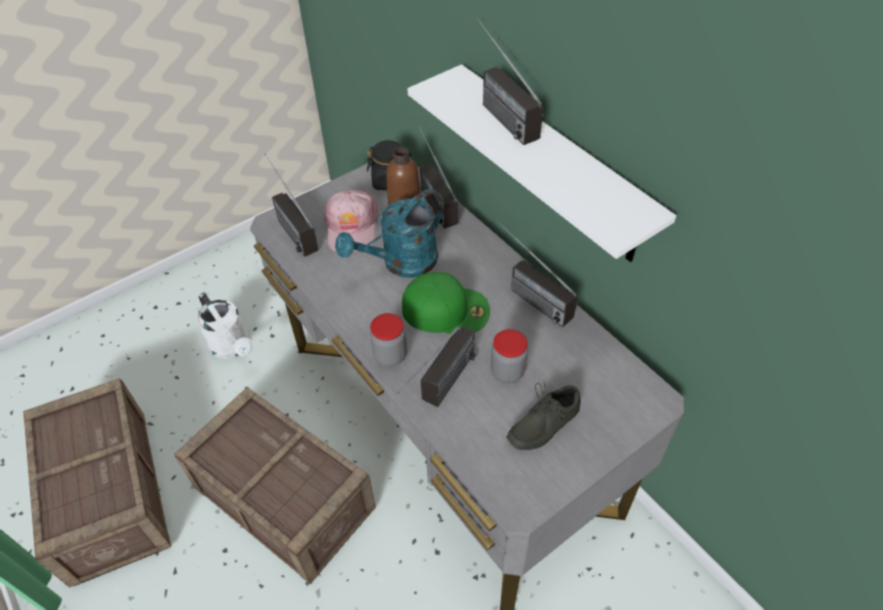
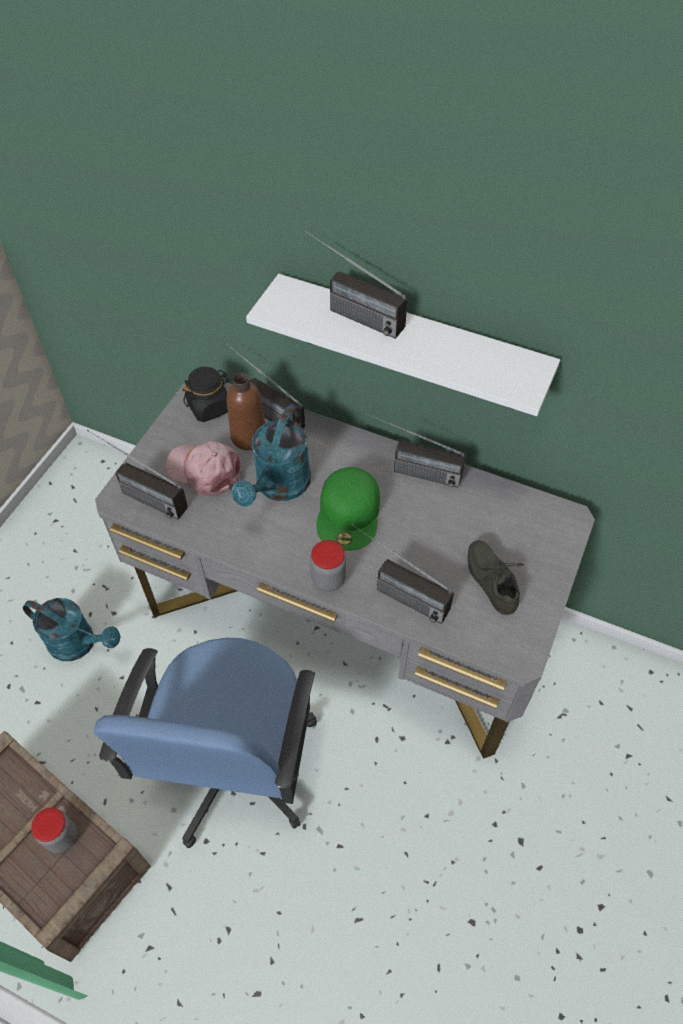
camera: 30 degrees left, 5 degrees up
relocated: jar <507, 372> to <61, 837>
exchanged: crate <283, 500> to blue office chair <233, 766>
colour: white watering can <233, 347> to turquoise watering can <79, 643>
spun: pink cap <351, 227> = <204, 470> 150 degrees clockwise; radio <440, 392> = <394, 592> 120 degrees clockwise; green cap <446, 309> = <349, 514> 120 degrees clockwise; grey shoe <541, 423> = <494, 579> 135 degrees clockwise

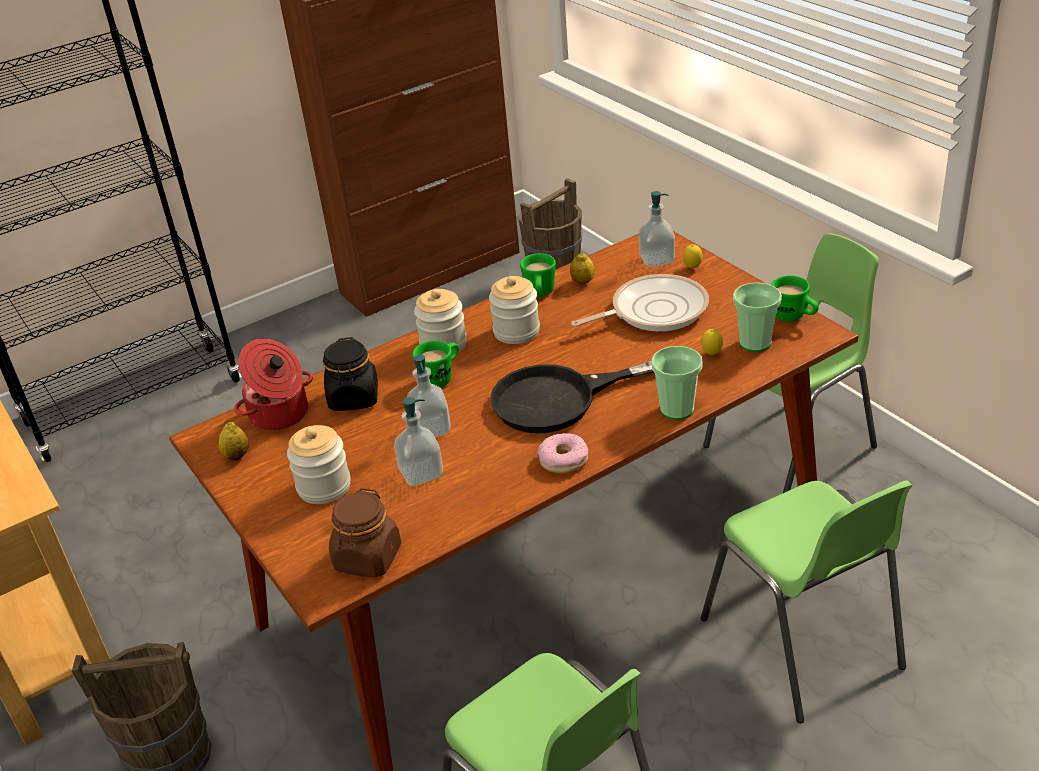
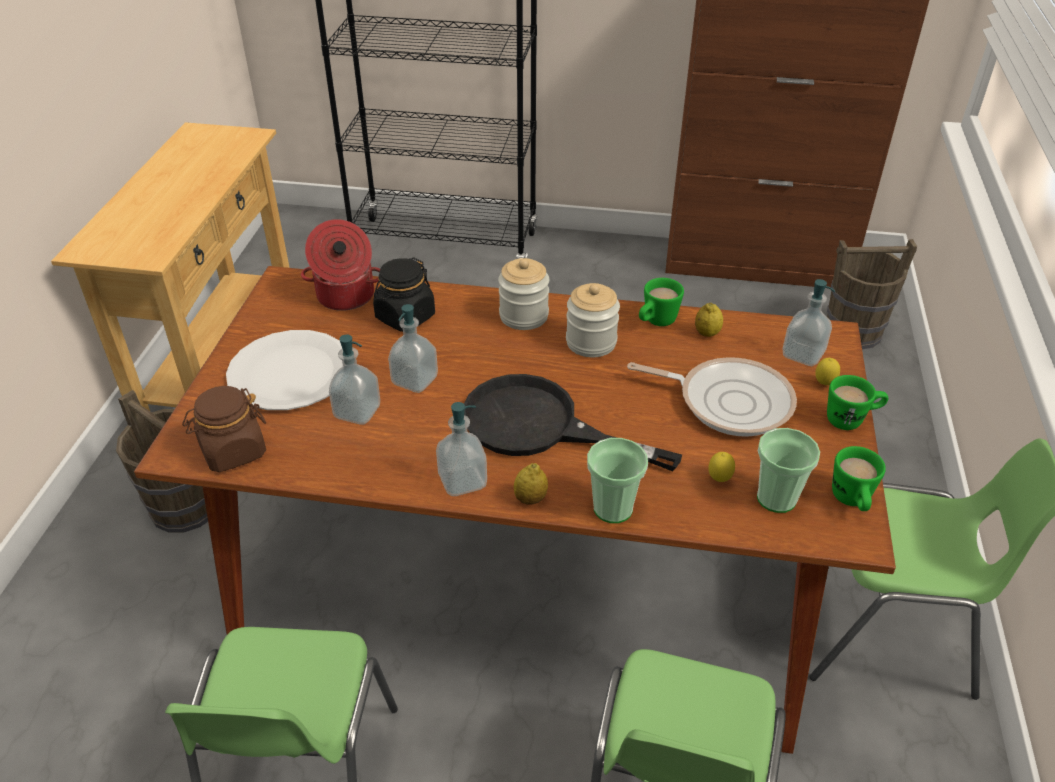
camera: 40 degrees right, 5 degrees up
relocated: lemon <237, 456> to <530, 499>; green mug <441, 378> to <851, 420>
exchanged: jar <324, 487> to white plate <289, 373>; donut <563, 460> to soap dispenser <462, 481>

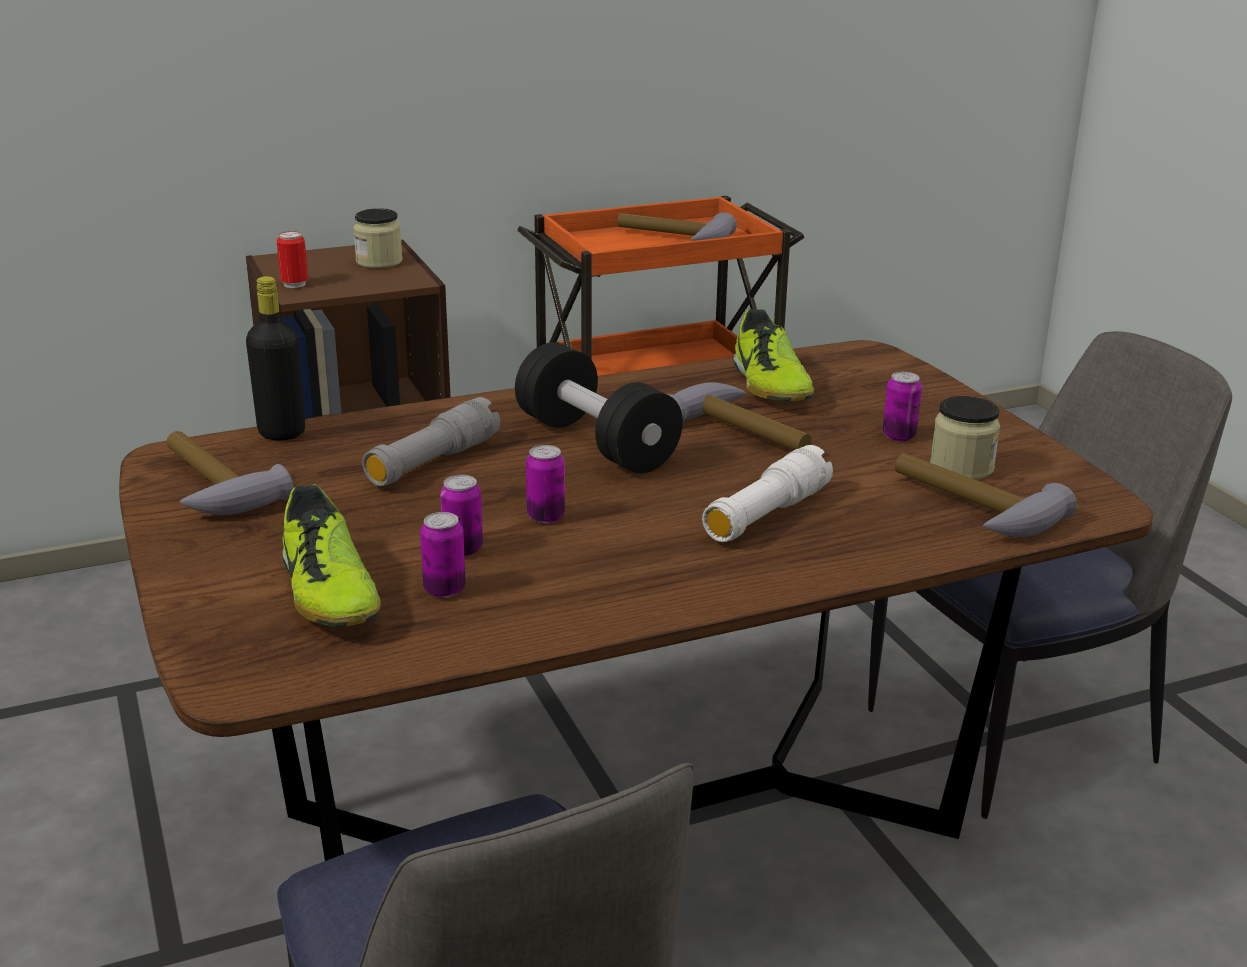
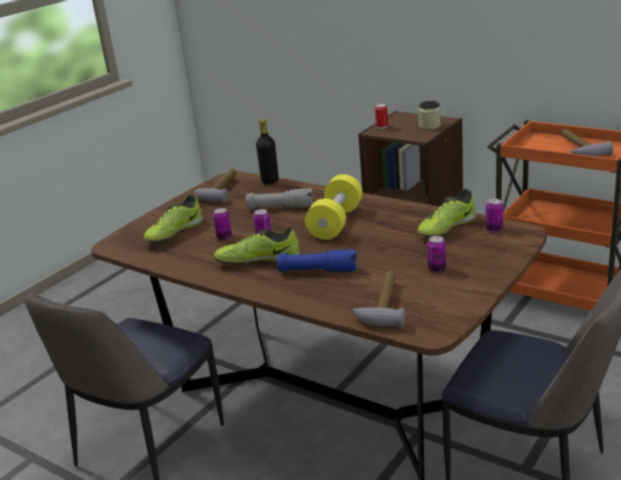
camera: 60 degrees right, 0 degrees up
missing: hammer <745, 432>; jar <961, 467>
appeared: shoe <258, 260>
relocated: can <444, 590> to <494, 229>
colour: black dumbbell <596, 443> to yellow dumbbell <336, 222>; white flashlight <766, 515> to blue flashlight <317, 271>

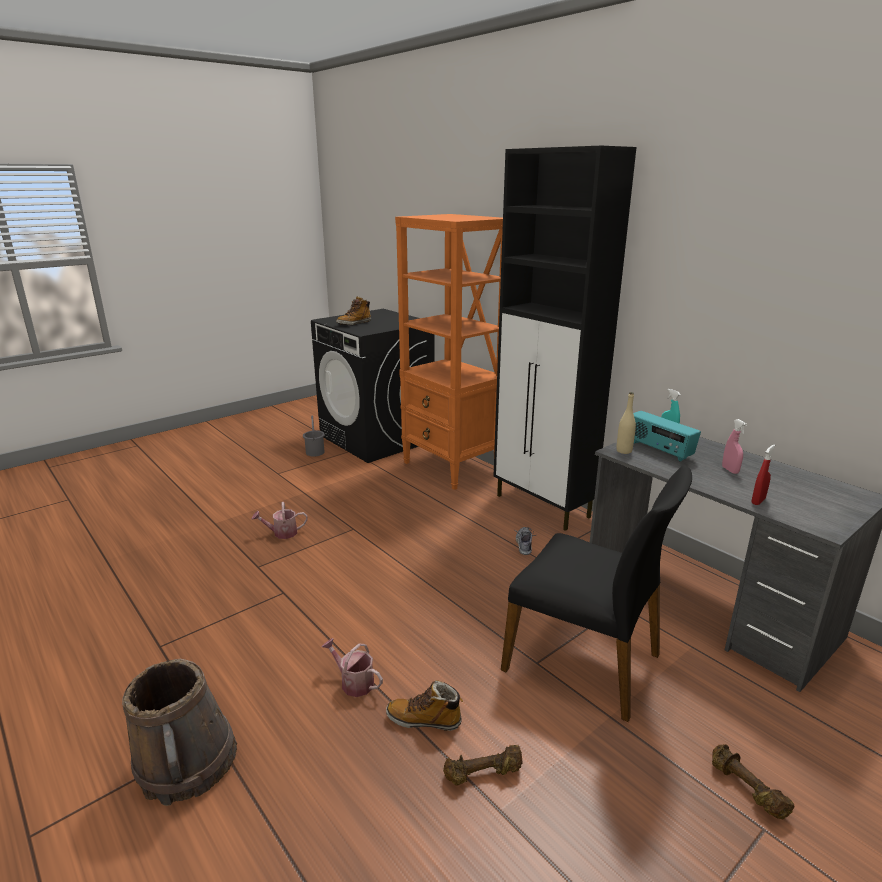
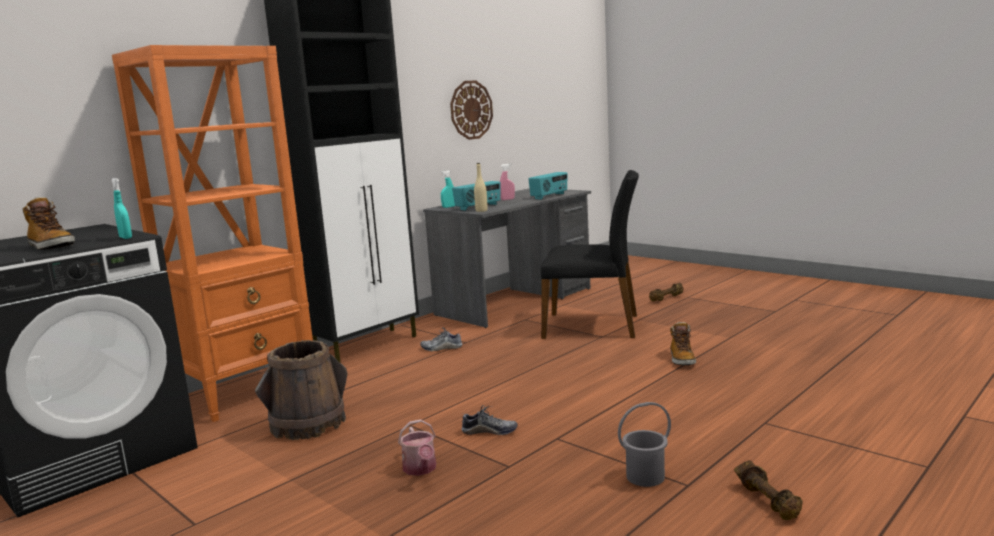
camera: 95 degrees left, 10 degrees down
missing: watering can <353, 682>
appeared: turquoise spray bottle <125, 238>; wall clock <471, 110>; shoe <489, 431>
relocated: brown bucket <186, 762> to <307, 424>; grey bucket <314, 452> to <646, 477>; brown dumbbell <483, 774> to <768, 501>
exchanged: red spray bottle <758, 501> to radio <549, 196>
spun: black chair <584, 661> = <592, 326> 75 degrees clockwise

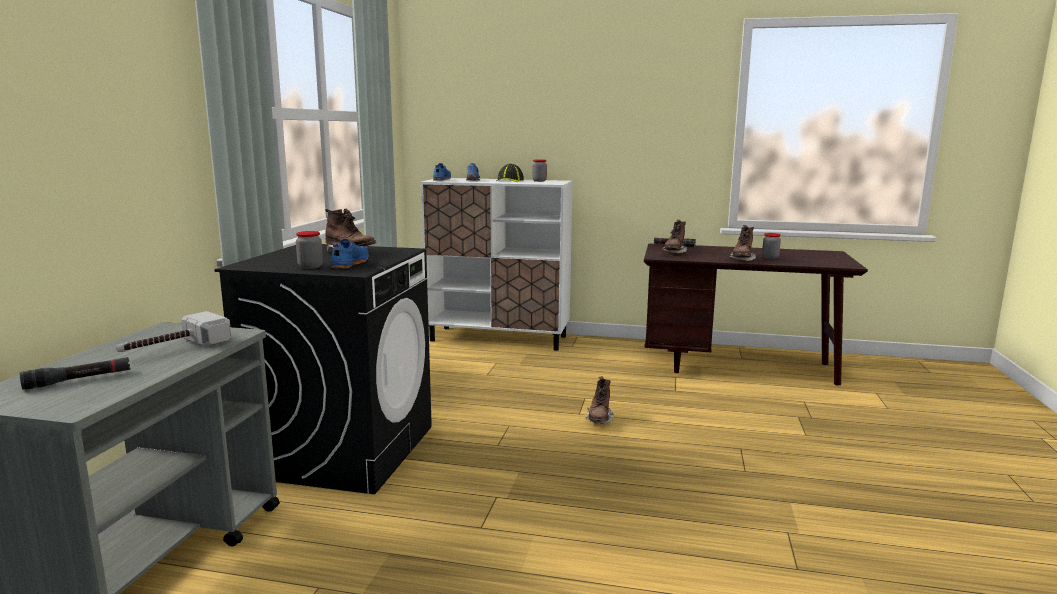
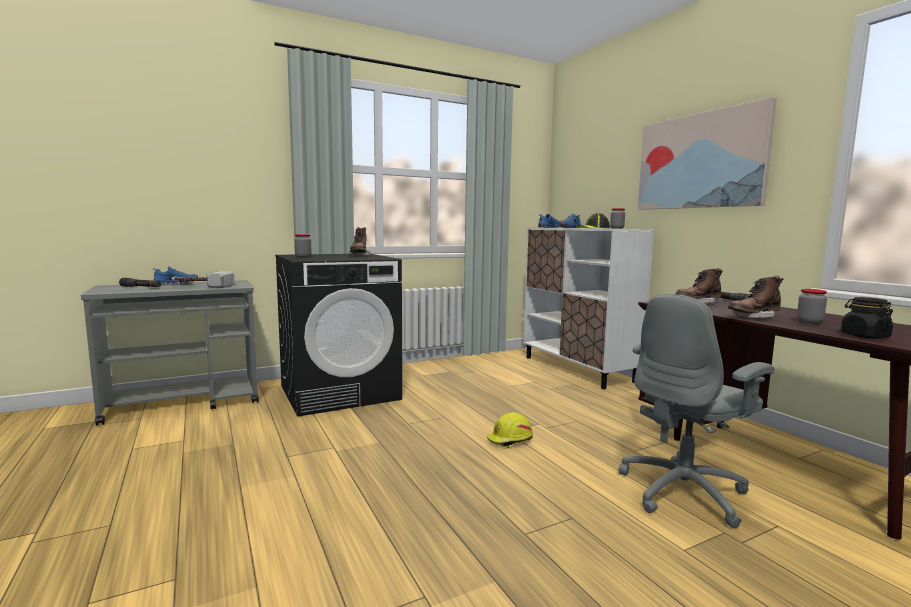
camera: 50 degrees right, 5 degrees down
appeared: grey office chair <684, 492>; picture <700, 161>; black jar <864, 336>
relocated: blue shoe <349, 264> to <176, 284>
exchanged: brown boot <599, 419> to yellow hard hat <510, 440>

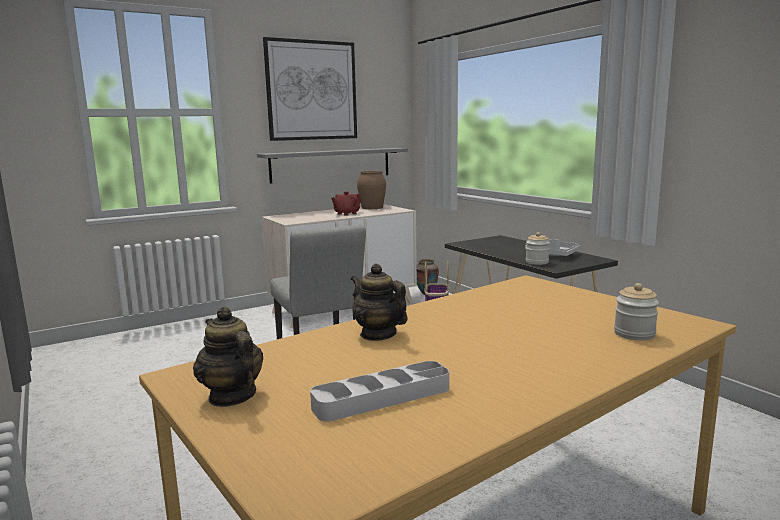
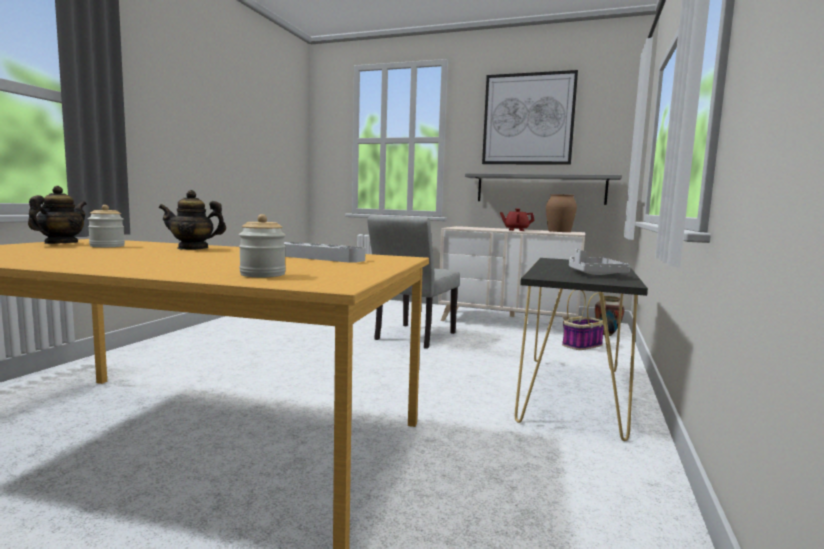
camera: 50 degrees right, 5 degrees down
relocated: grey tray <382, 397> to <319, 258>; jar <537, 262> to <107, 246>
spun: teapot <378, 334> = <193, 248> 105 degrees counterclockwise

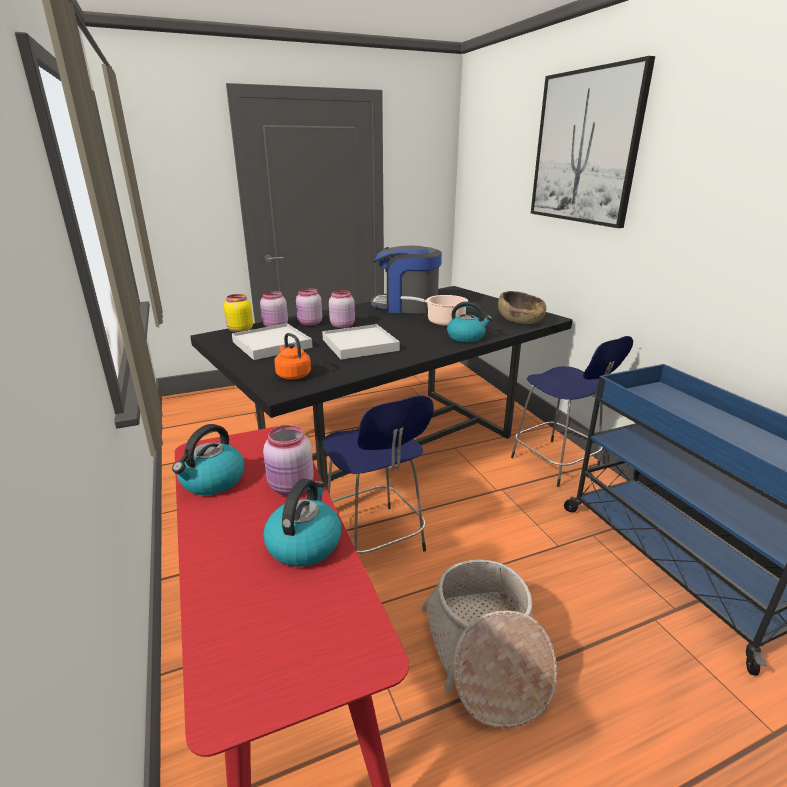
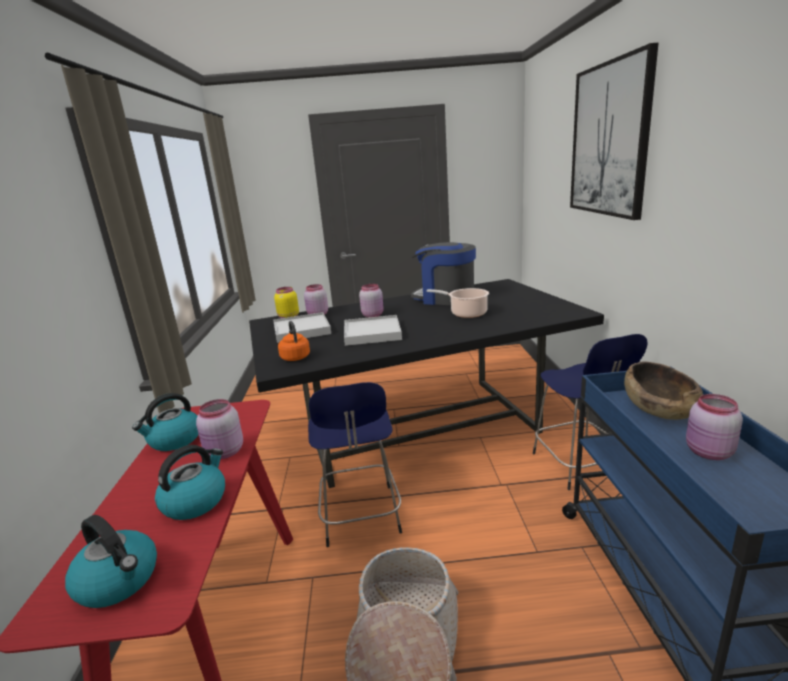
camera: 20 degrees right, 5 degrees down
relocated: pink jar <309, 323> to <708, 452>; kettle <466, 337> to <119, 581>; brown bowl <520, 320> to <659, 408>

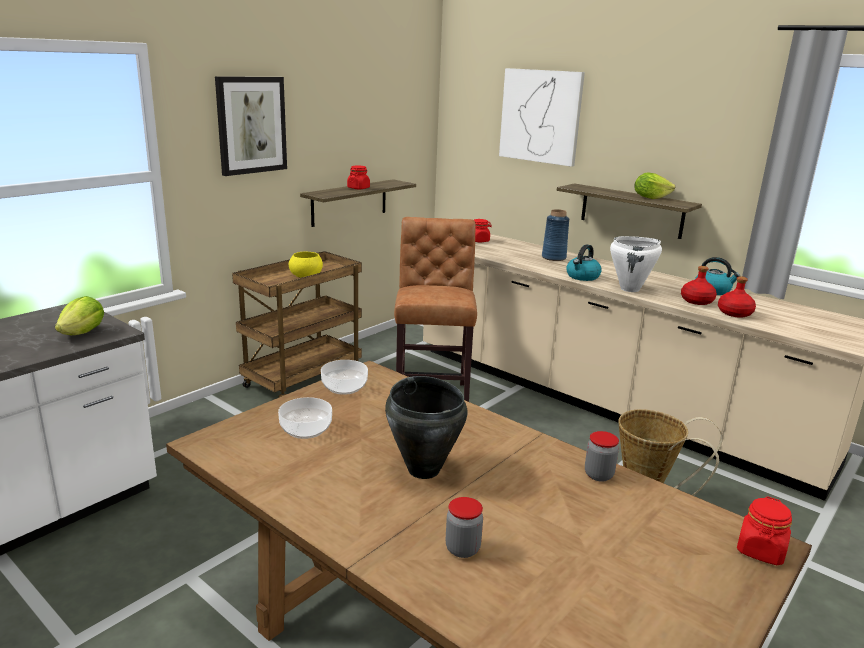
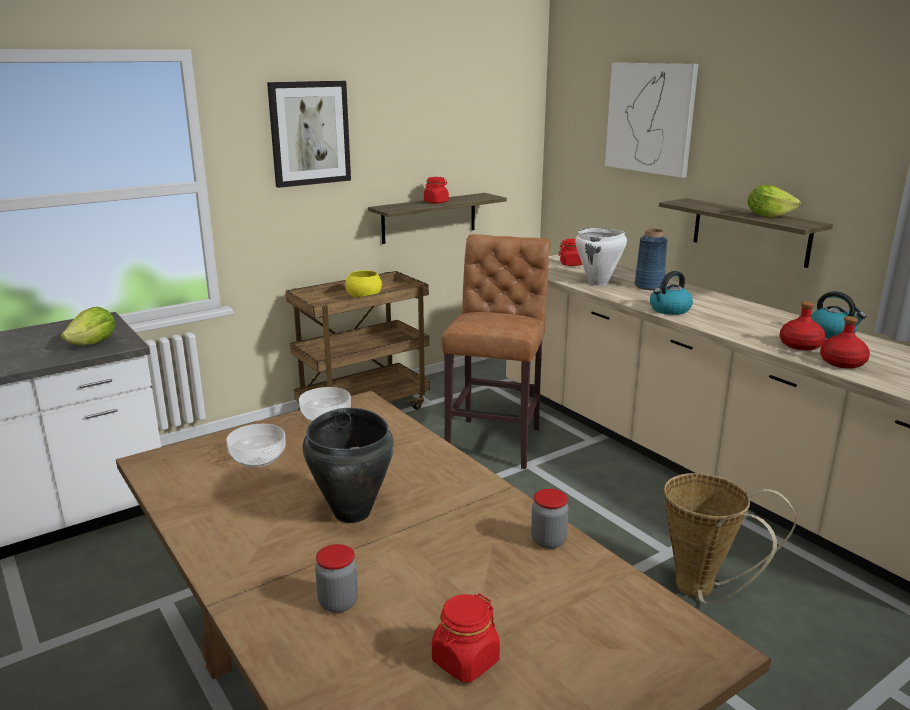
camera: 15 degrees right, 0 degrees up
relocated: white cooking pot <630, 289> to <598, 283>; red jar <760, 550> to <465, 661>

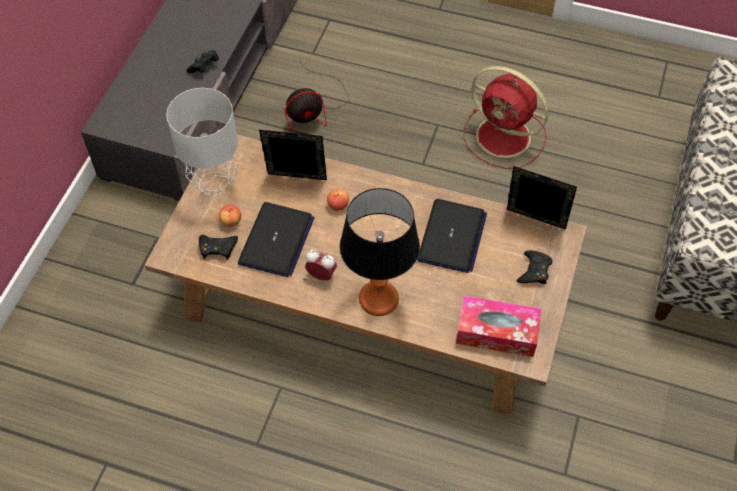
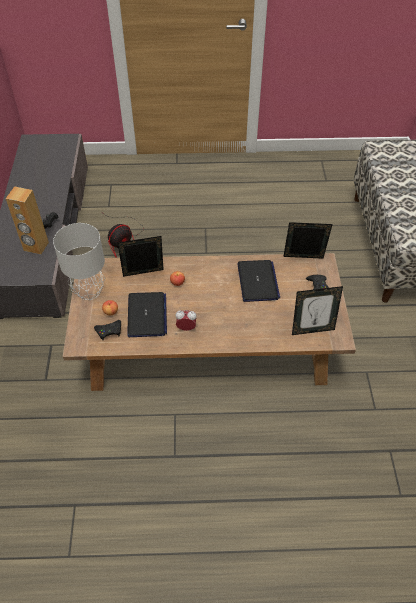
camera: 20 degrees left, 5 degrees down
missing: table lamp <378, 299>; red fan <505, 138>
appeared: brown speaker <36, 247>
exchanged: tissue box <497, 332> to picture frame <312, 329>

